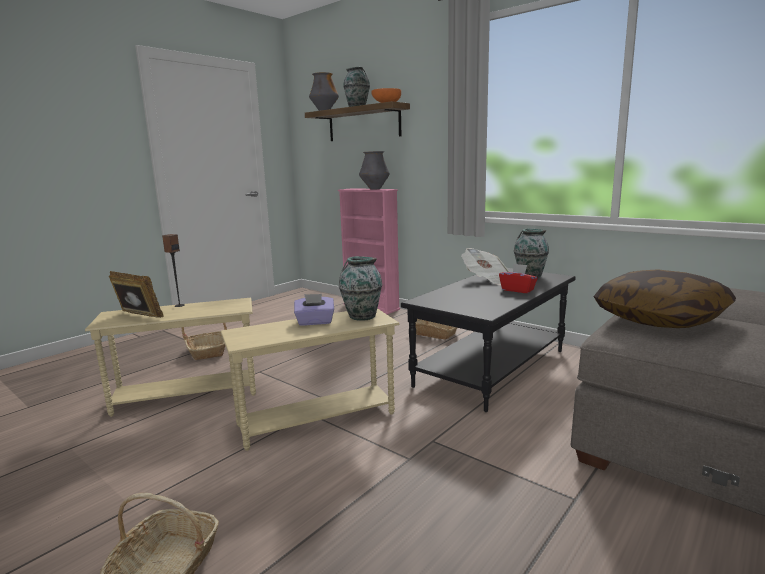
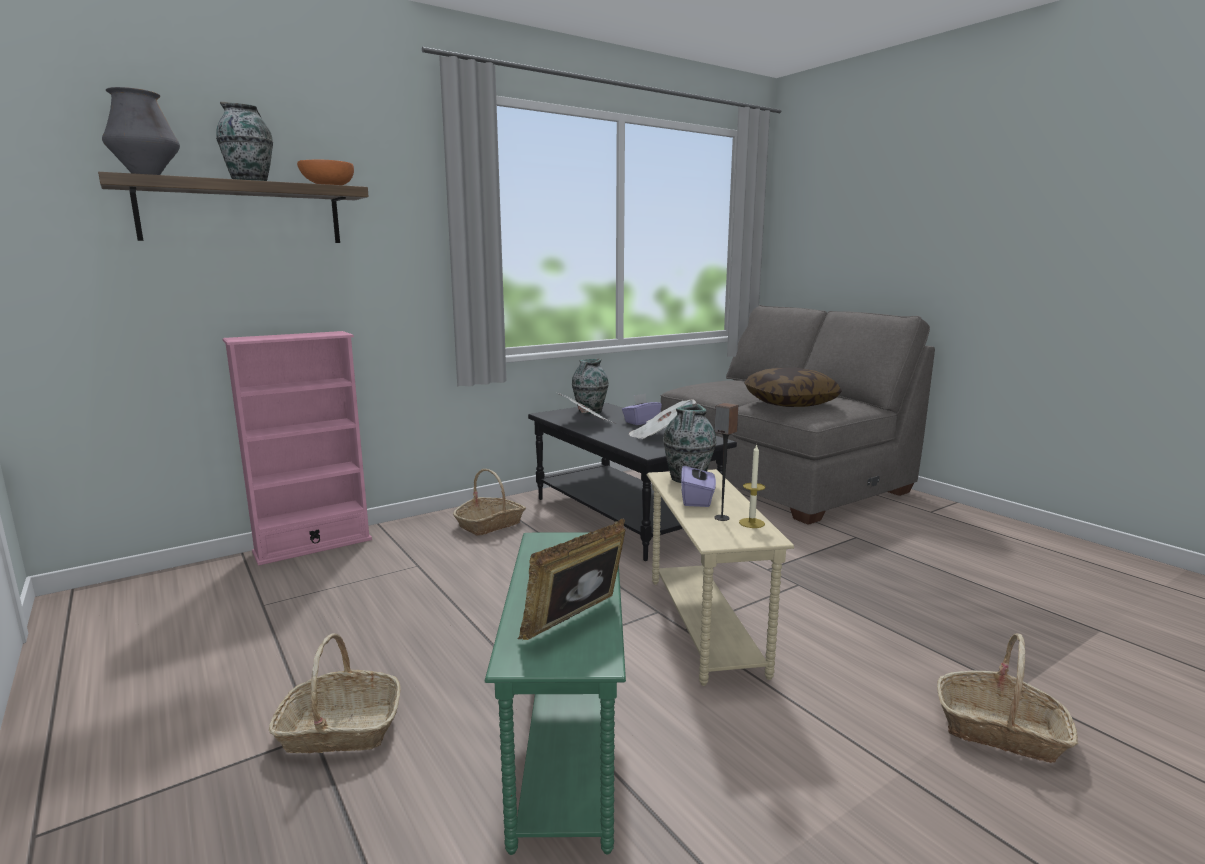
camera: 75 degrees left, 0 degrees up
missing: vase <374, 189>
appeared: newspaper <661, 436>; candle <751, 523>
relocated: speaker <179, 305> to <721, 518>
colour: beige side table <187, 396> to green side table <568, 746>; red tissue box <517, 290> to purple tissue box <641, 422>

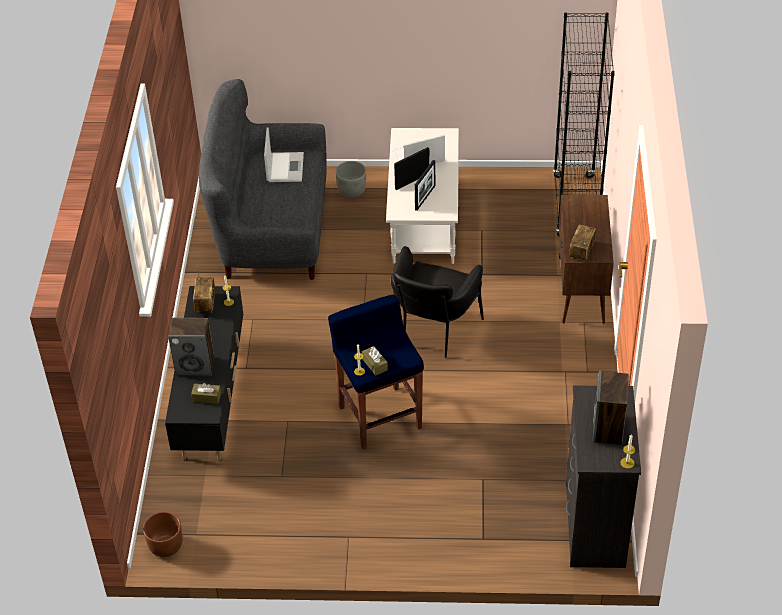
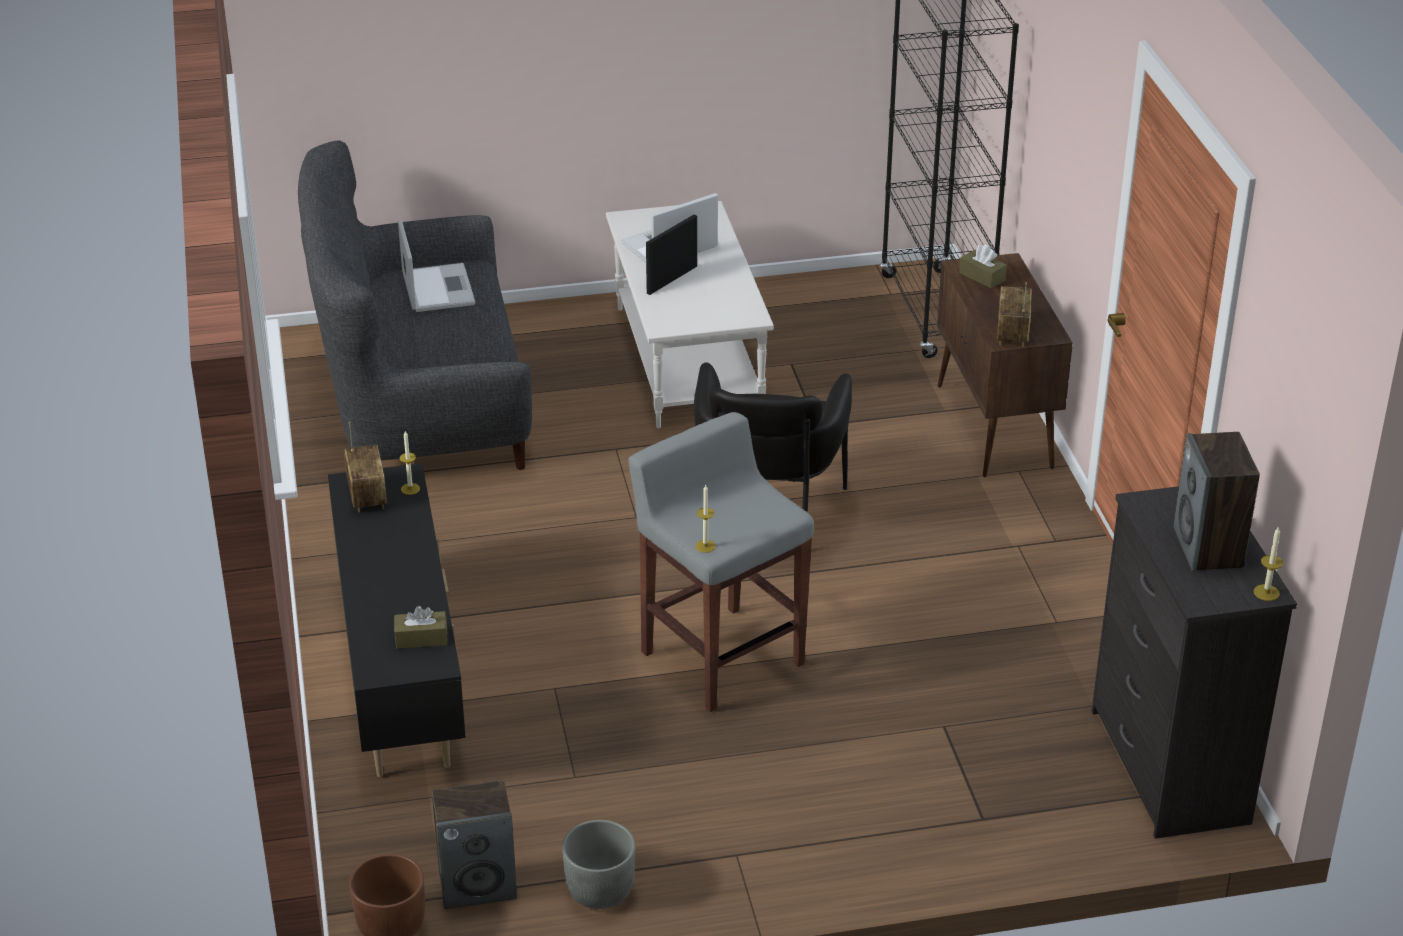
camera: 15 degrees left, 10 degrees down
missing: picture frame <425, 197>
relocated: speaker <195, 365> to <478, 885>; grey planter <351, 190> to <599, 890>; brown tissue box <374, 364> to <982, 276>
colour: blue stool <379, 416> to grey stool <720, 657>

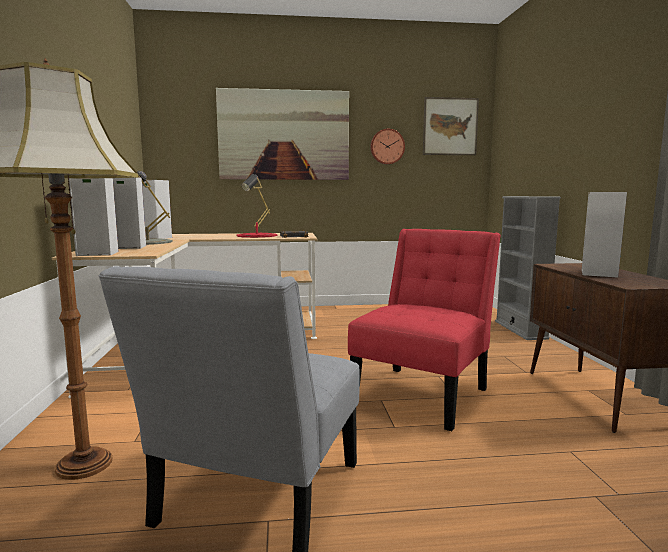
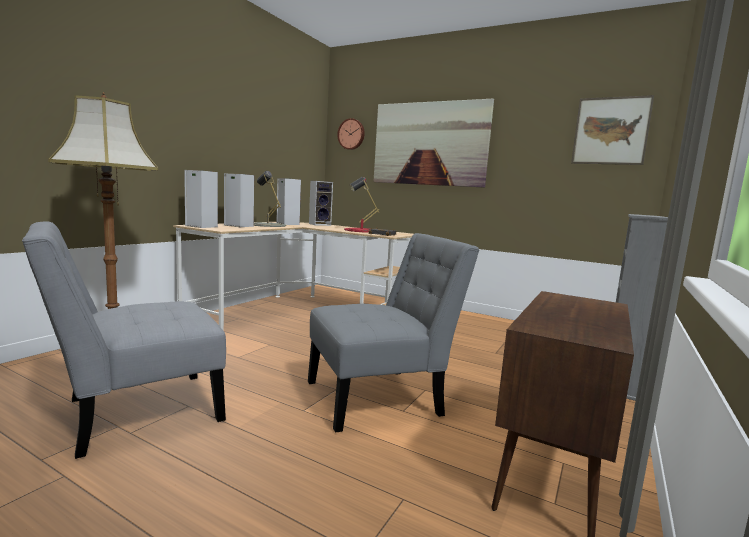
camera: 35 degrees right, 0 degrees up
relocated: wall clock <387, 146> to <351, 134>; speaker <597, 273> to <320, 224>
colour: red chair <424, 393> to grey chair <380, 397>

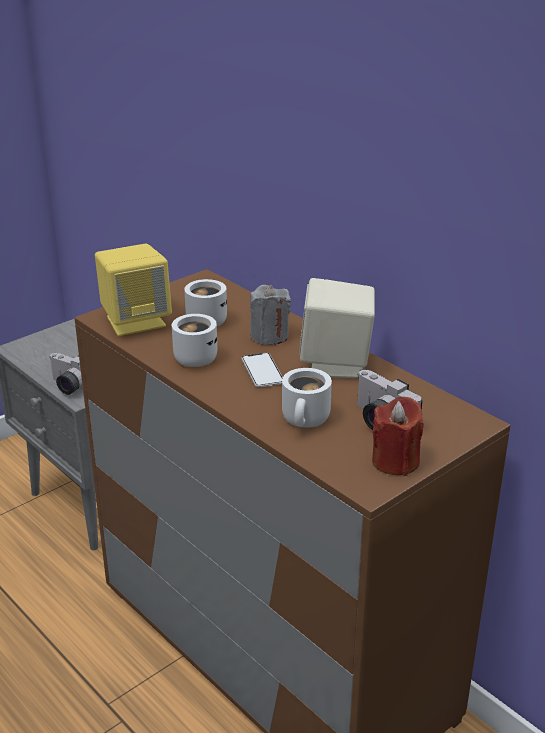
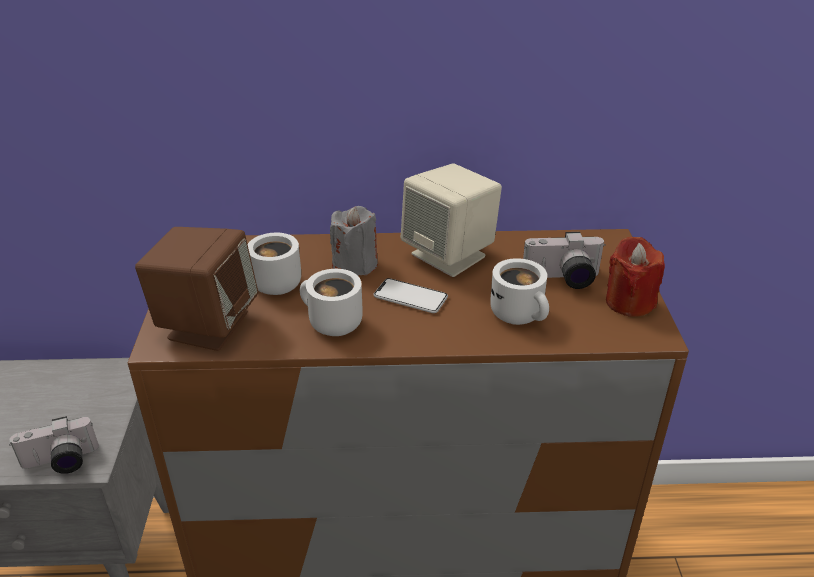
camera: 50 degrees left, 5 degrees up
colour: yellow speaker <136, 321> to brown speaker <207, 325>

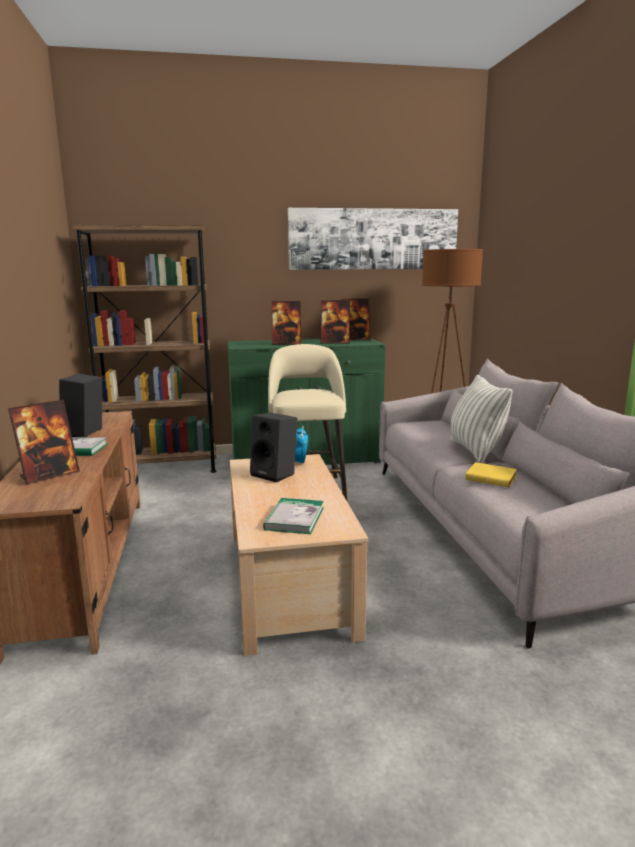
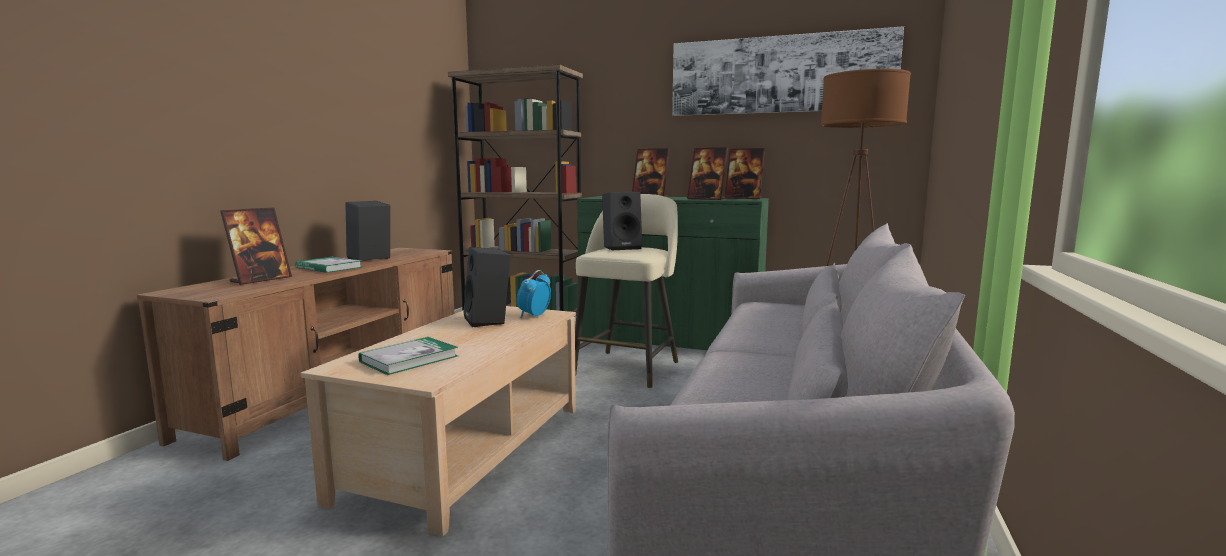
camera: 30 degrees right, 5 degrees down
missing: pillow <475, 450>; yellow book <492, 479>
appeared: black speaker <622, 248>
spun: picture frame <49, 475> = <260, 279> 45 degrees counterclockwise

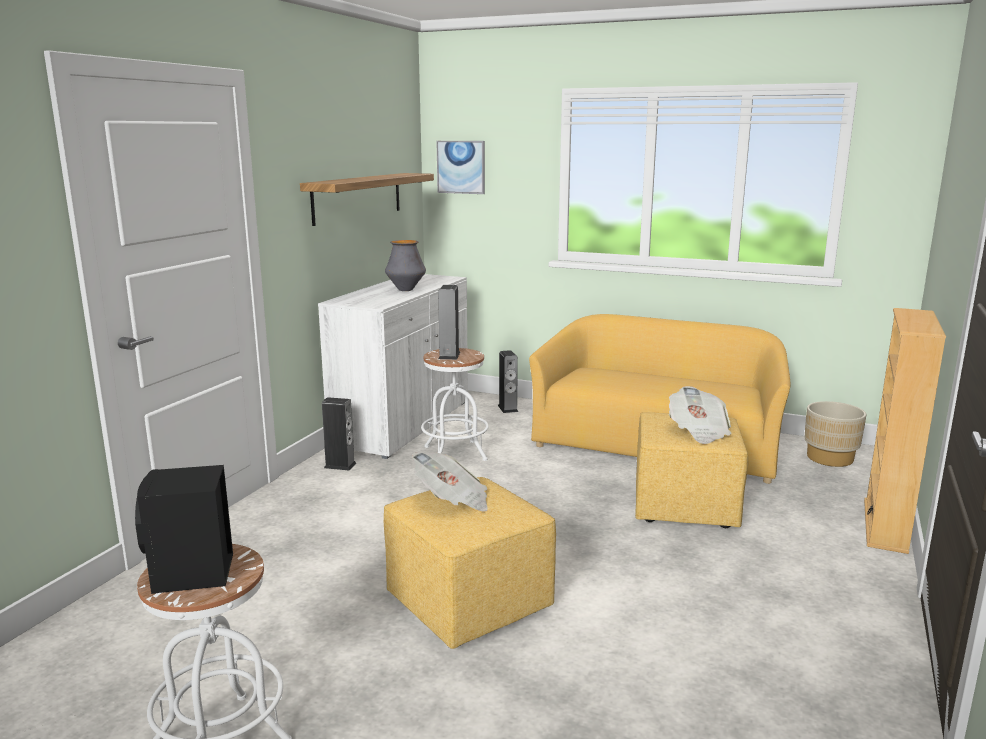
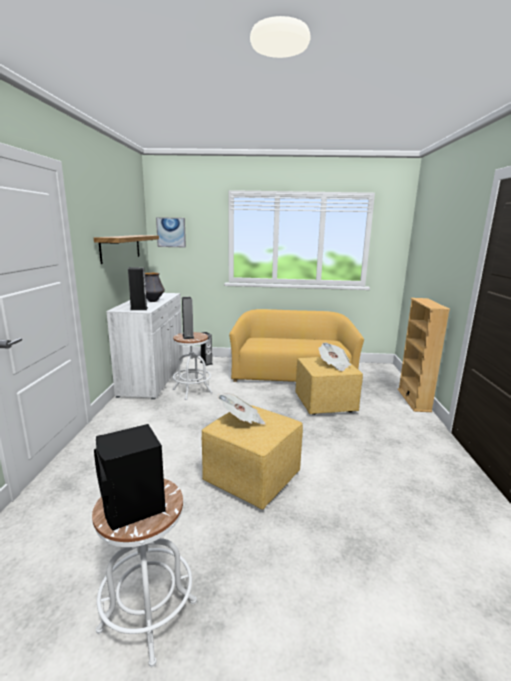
camera: 20 degrees left, 0 degrees up
missing: beige planter <830, 458>
relocated: speaker <340, 465> to <139, 309>

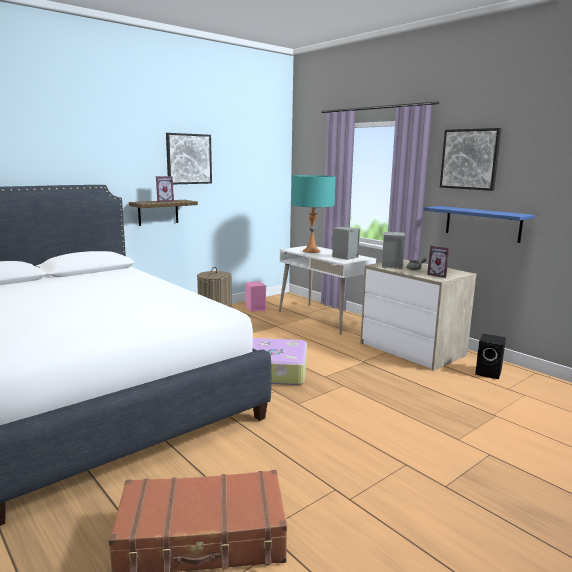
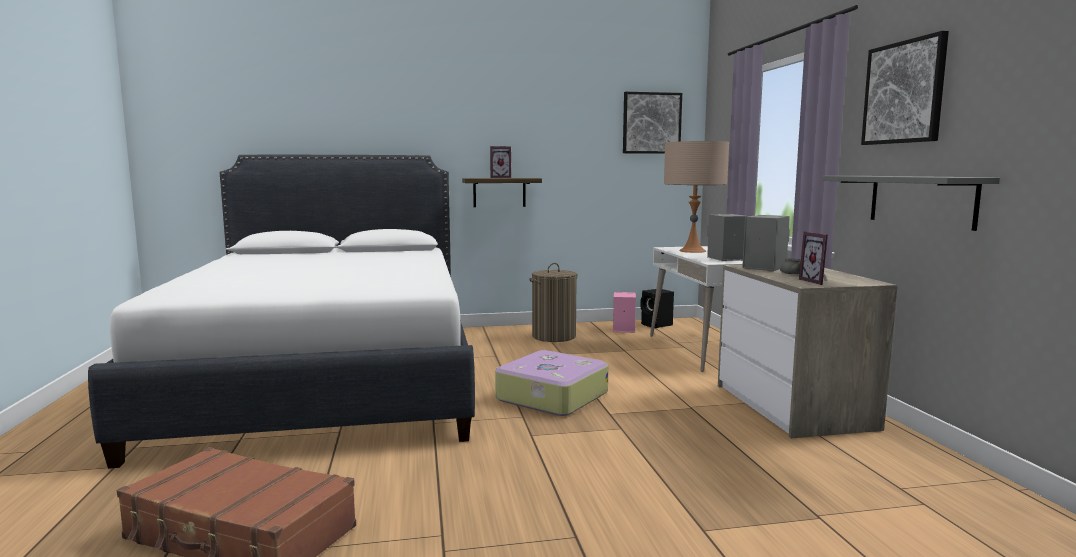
camera: 30 degrees right, 5 degrees down
relocated: picture <188, 159> to <651, 123>; black speaker <489, 373> to <657, 325>
colour: turquoise table lamp <311, 251> to beige table lamp <692, 251>; blue shelf <482, 223> to grey shelf <921, 200>

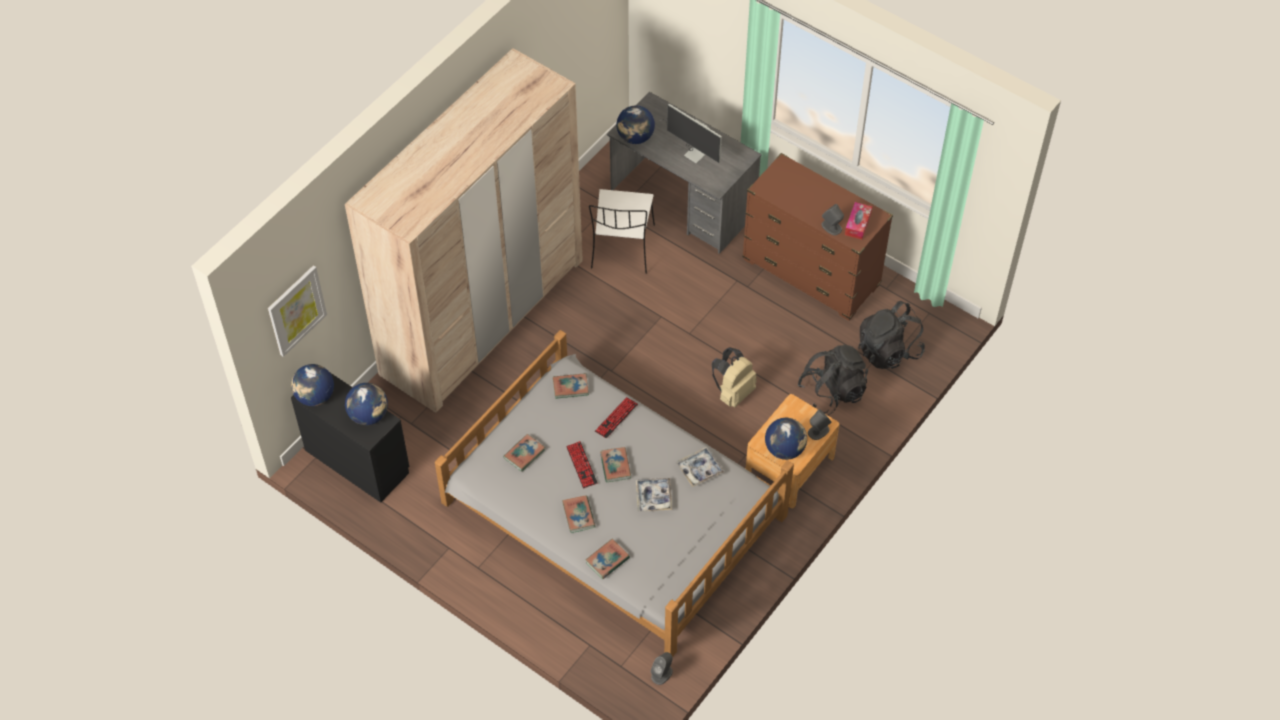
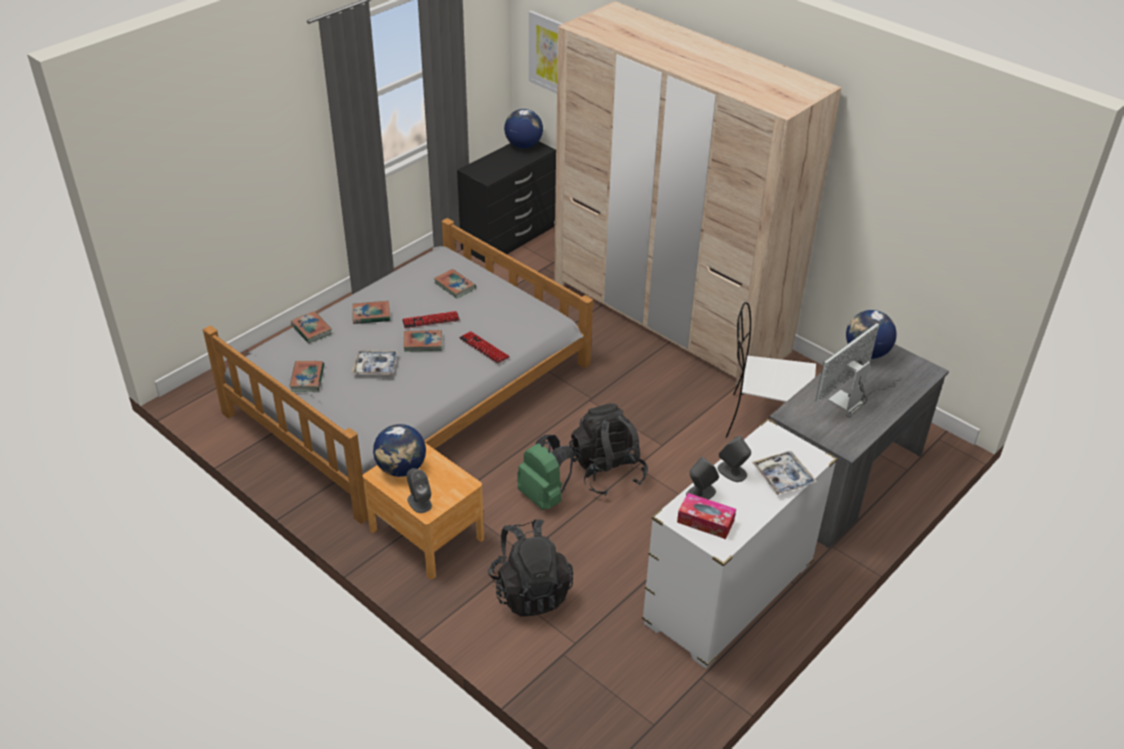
camera: 95 degrees right, 15 degrees down
missing: globe <369, 415>
relocated: book <570, 387> to <307, 378>; grey speaker <662, 674> to <732, 472>; tray <699, 469> to <783, 477>; black backpack <888, 350> to <607, 471>
colour: beige backpack <733, 392> to green backpack <544, 496>; brown dresser <811, 273> to white dresser <728, 595>

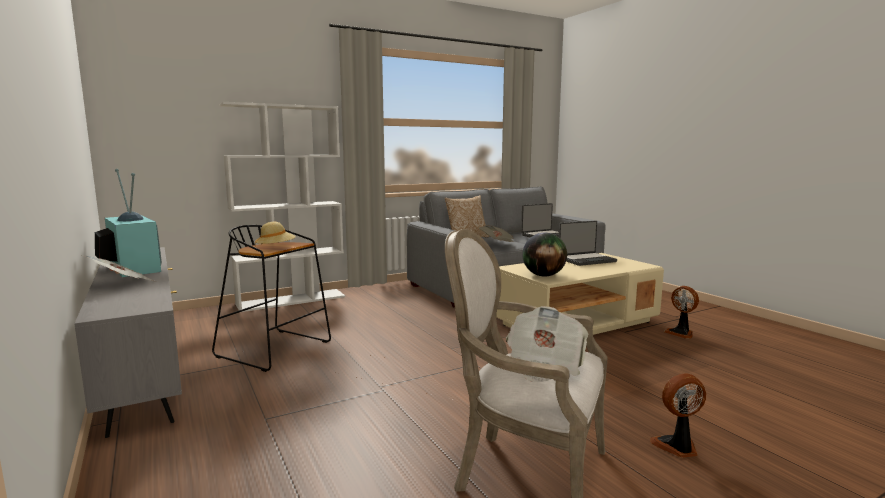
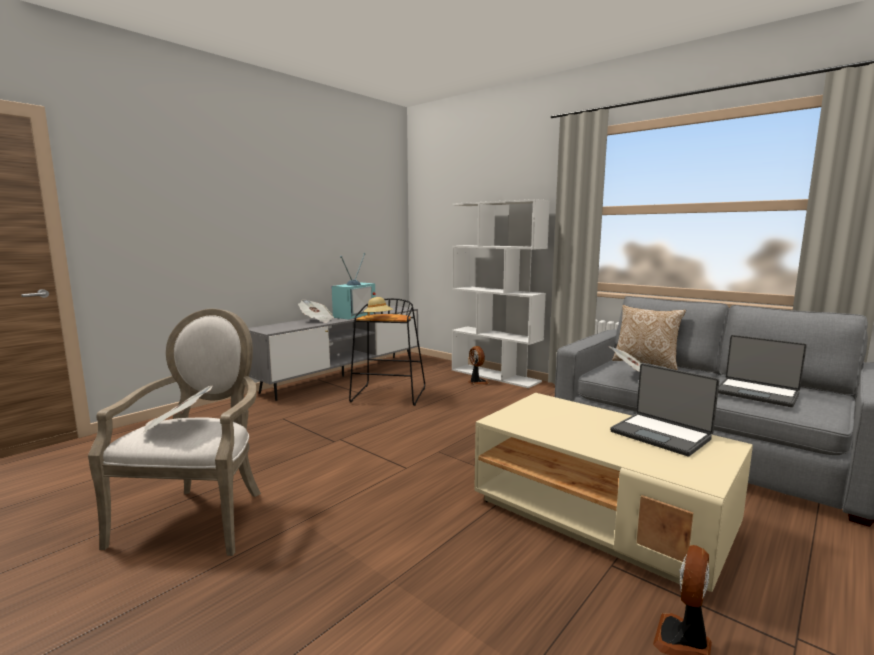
camera: 70 degrees right, 0 degrees up
missing: globe <543, 275>
relocated: fan <677, 447> to <477, 382>

